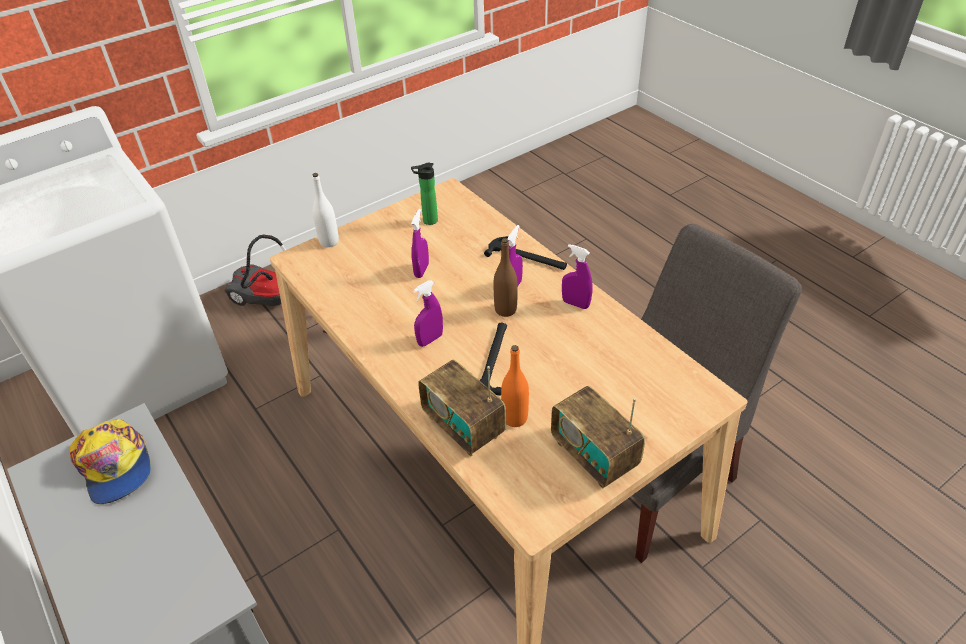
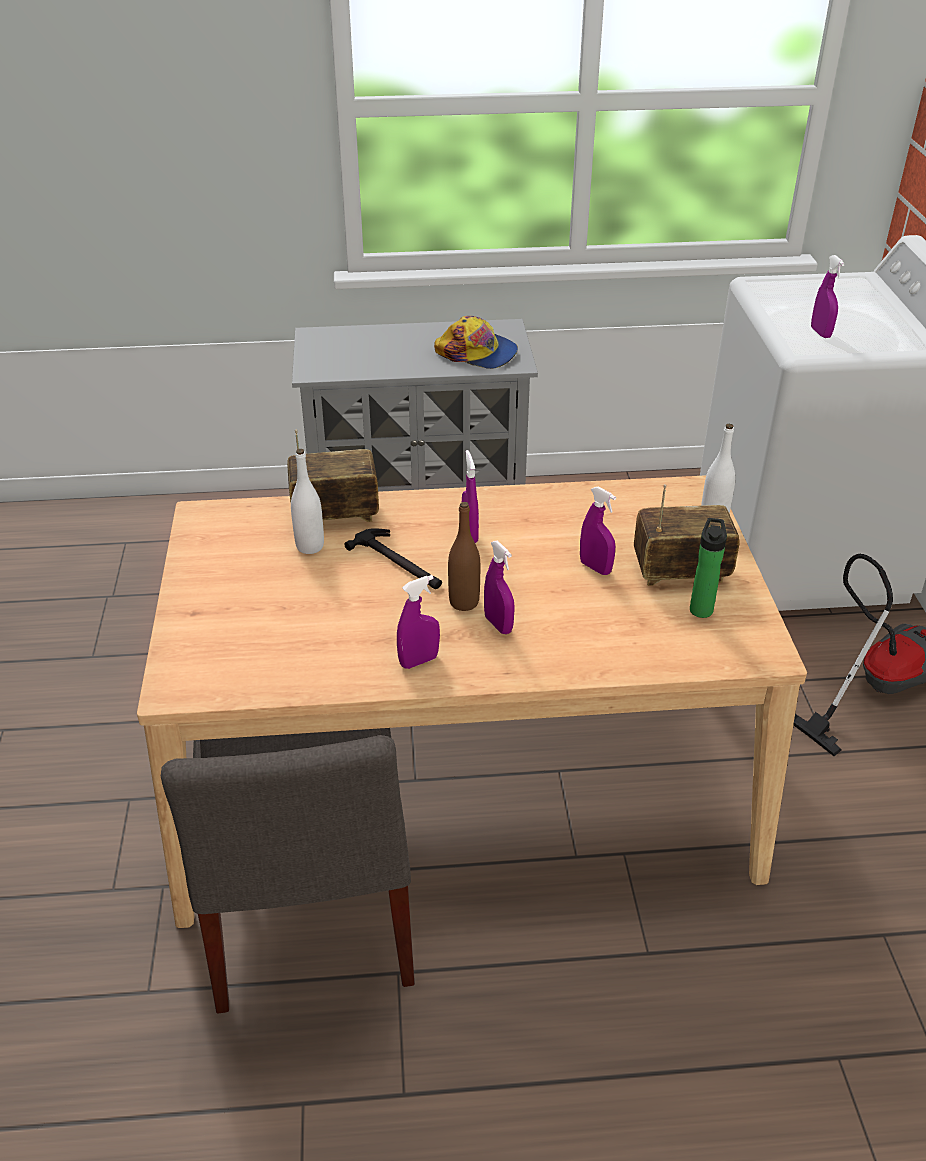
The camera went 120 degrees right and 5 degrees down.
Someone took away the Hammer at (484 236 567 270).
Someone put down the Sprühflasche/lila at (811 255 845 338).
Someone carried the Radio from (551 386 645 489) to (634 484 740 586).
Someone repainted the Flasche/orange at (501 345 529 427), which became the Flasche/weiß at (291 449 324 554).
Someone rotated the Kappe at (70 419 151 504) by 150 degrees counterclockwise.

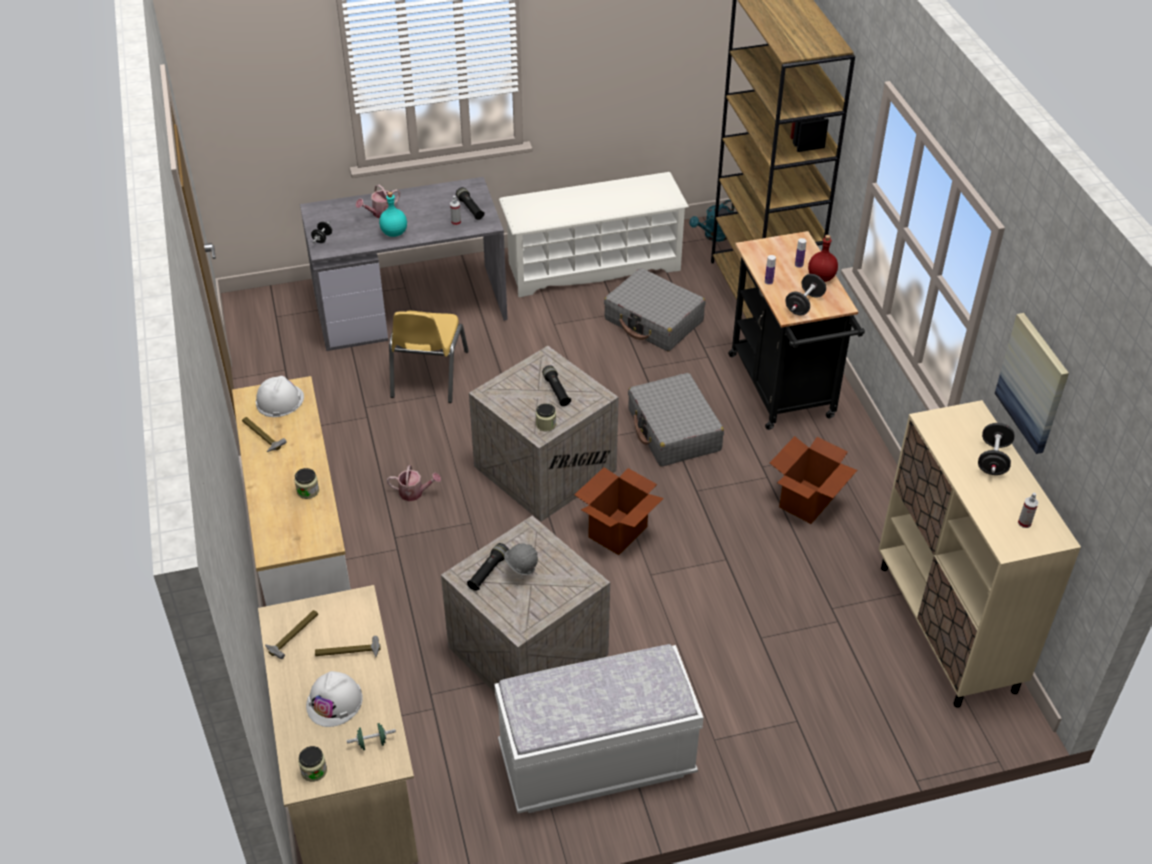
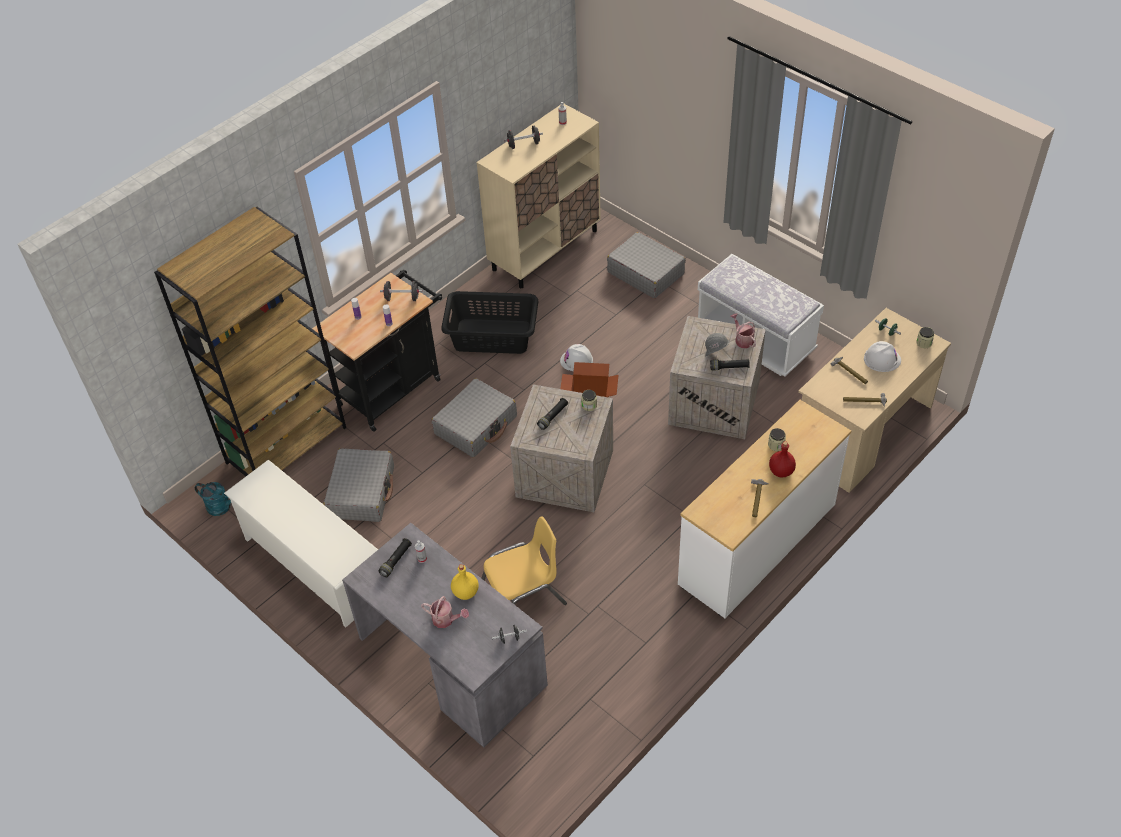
The camera went 120 degrees left and 5 degrees up.
Someone took away the Bild at (995 313 1069 454).
Someone put down the Koffer/grau at (607 232 686 298).
Someone carried the Schutzhelm/weiß from (256 376 304 417) to (560 344 593 371).
Someone carried the Gießkanne from (387 465 441 501) to (731 313 756 348).
Someone carried the Flasche/rot from (808 235 838 282) to (769 441 796 477).
Someone swapped the Karton at (770 436 857 524) for the Wäschekorb/schwarz at (441 291 538 354).
Someone repainted the Flasche/türkis at (379 192 407 237), which became the Flasche/gelb at (451 564 479 600).

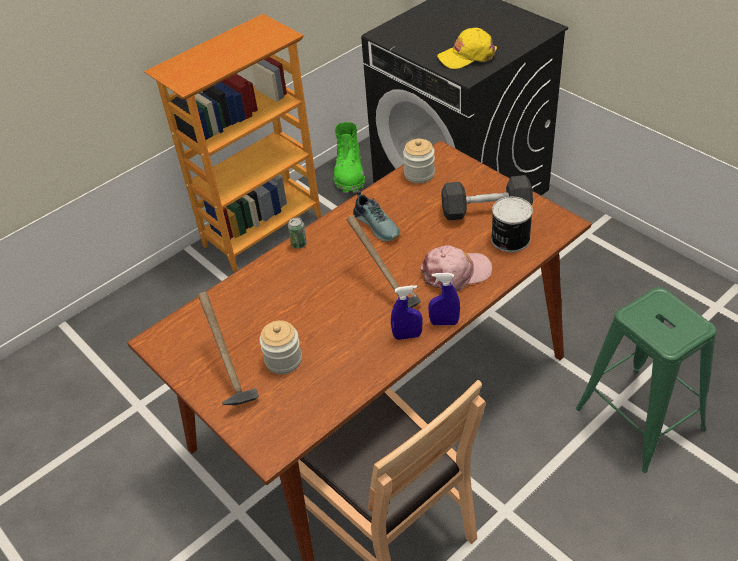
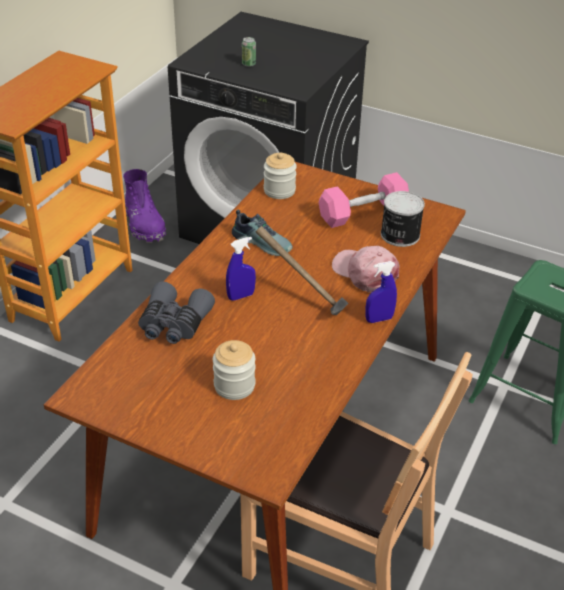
The camera went 25 degrees left and 5 degrees down.
Someone took away the Hammer at (198 292 259 405).
Someone took away the Kappe/gelb at (437 28 497 69).
Someone put down the Fernglas/grau at (138 282 215 344).
Someone carried the Dose from (288 217 307 249) to (242 37 256 67).
Someone carried the Sprühflasche/blau from (391 285 423 340) to (226 237 256 301).
Someone repainted the Stiefel/grün at (334 122 365 193), which became the Stiefel/lila at (123 169 166 243).
Someone repainted the Hantel/grau at (441 175 533 221), which became the Hantel/rosa at (319 172 409 228).
Someone rotated the Kappe/rosa at (420 245 492 292) by 90 degrees counterclockwise.

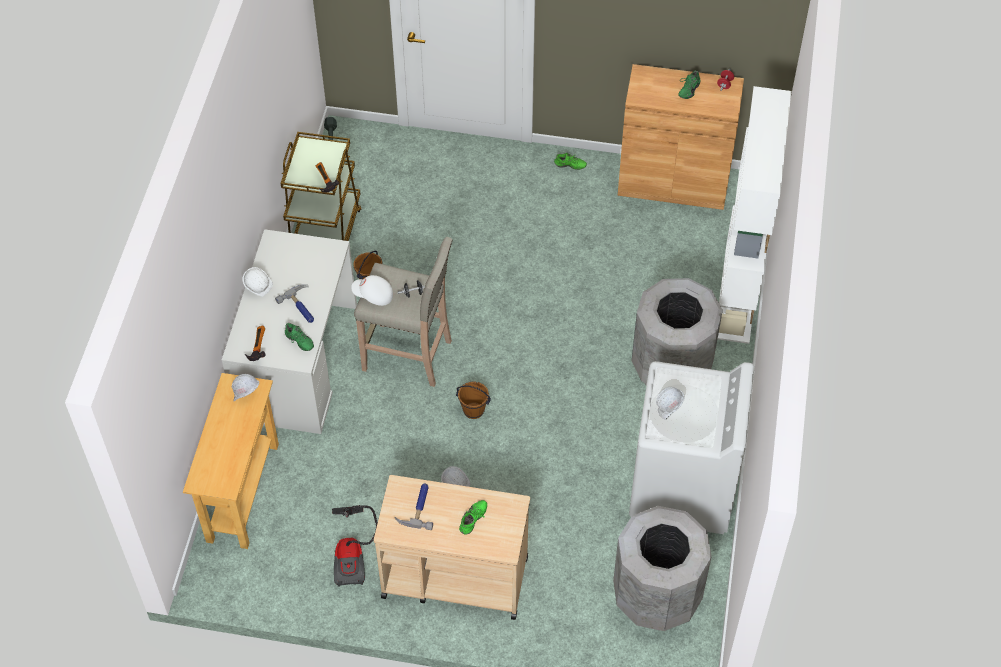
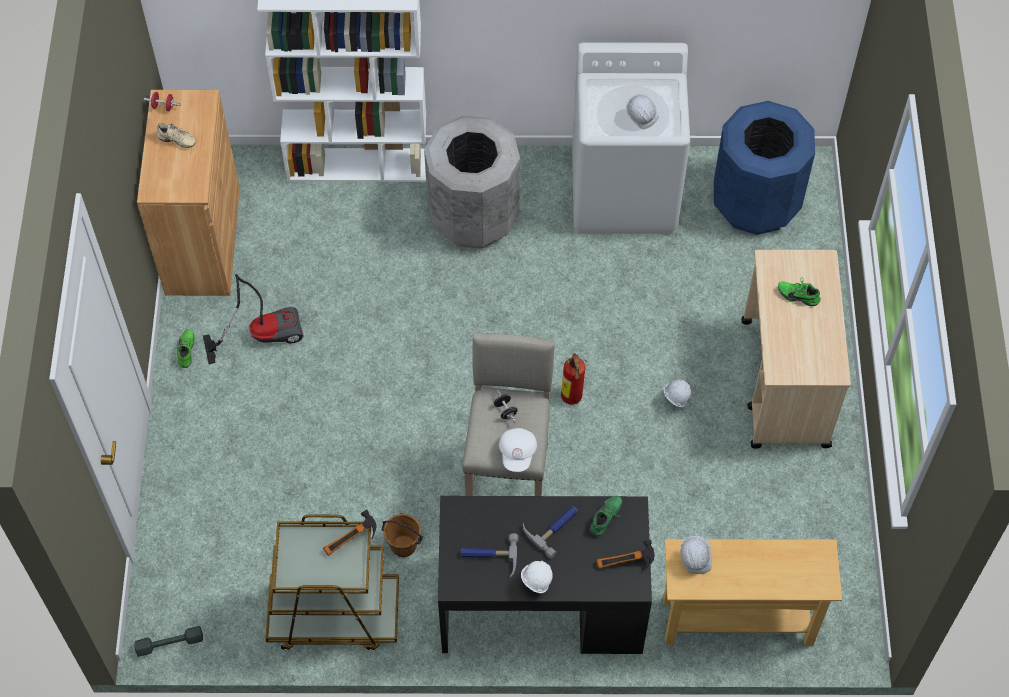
The camera went 100 degrees left and 5 degrees up.
Someone carried the Staubsauger from (332 505 378 587) to (203 274 304 364).
Someone carried the Hammer from (395 484 433 530) to (460 533 519 578).
Someone swapped the Eimer/braun at (456 381 491 419) for the Feuerlöscher at (561 353 586 405).
Someone repainted the Schreibtisch/weiß at (222 229 357 434), which became the Schreibtisch/schwarz at (438 496 652 654).
Someone repainted the Mülleimer/grau at (613 506 712 631), which became the Mülleimer/blau at (714 101 815 235).
Someone repainted the Schuh/grün at (678 70 701 99), which became the Schuh/beige at (156 123 196 148).

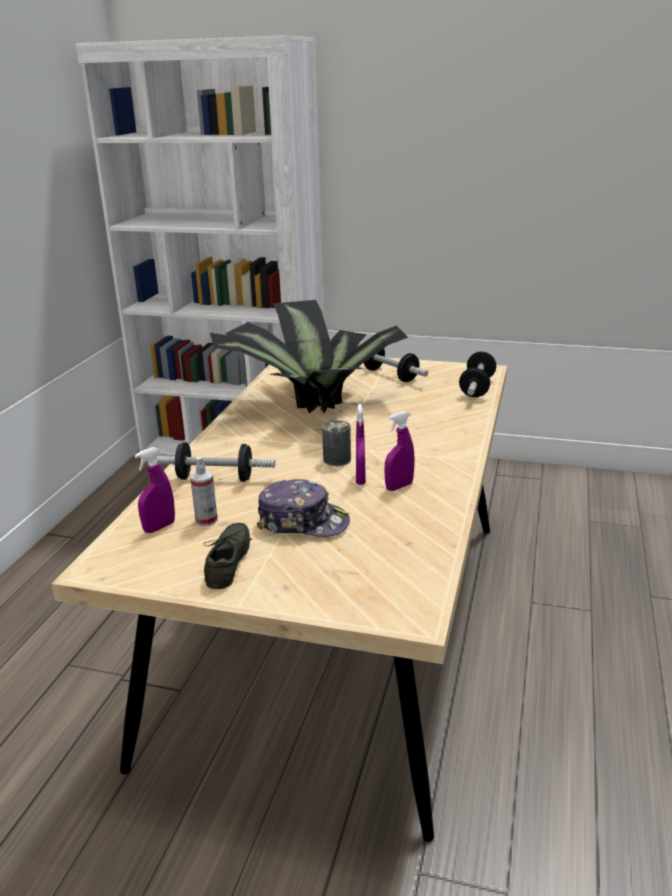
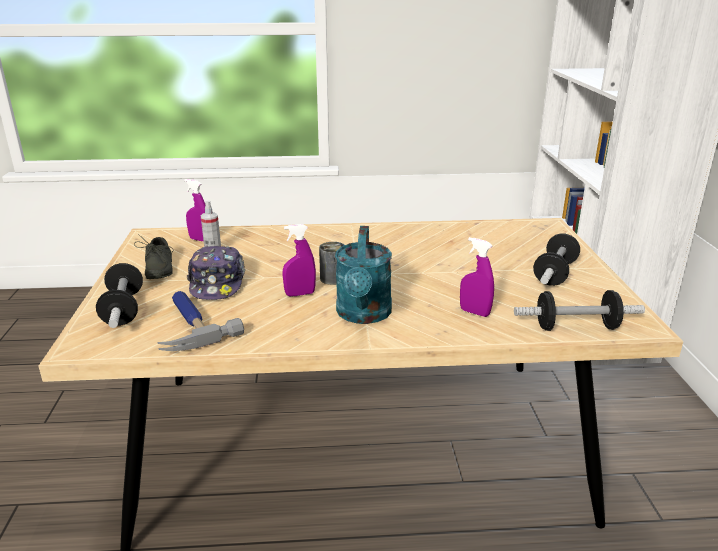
The camera went 70 degrees right and 0 degrees up.
Someone took away the Topfpflanze at (210 300 408 414).
Someone put down the Hammer at (157 291 244 351).
Someone put down the Gießkanne/türkis at (335 226 392 324).
Someone carried the Hantel from (157 442 275 482) to (96 263 143 328).
Someone carried the Sprühflasche/lila from (384 411 415 491) to (460 237 494 317).
Someone rotated the Schuh/grau at (203 523 252 589) by 90 degrees clockwise.

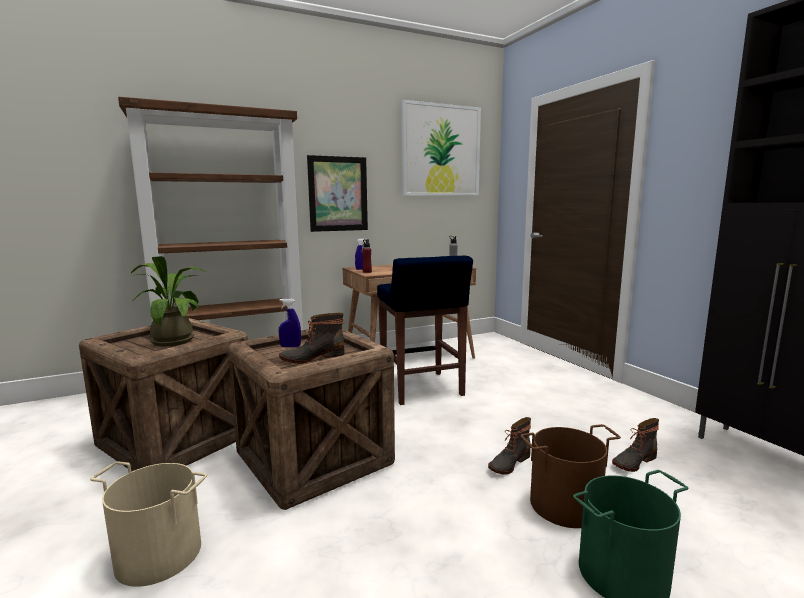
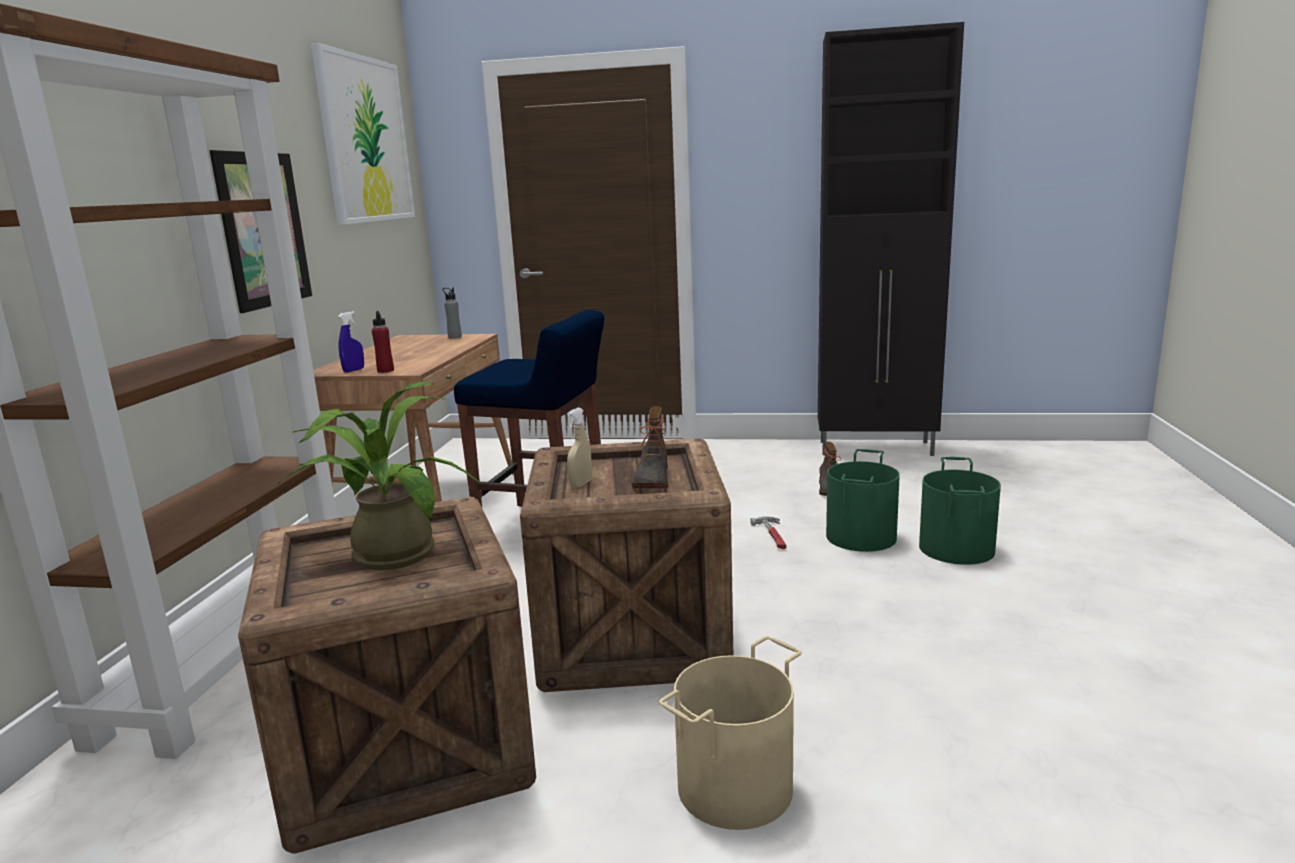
The camera went 55 degrees left and 5 degrees up.
Someone swapped the Stiefel at (488 417 531 475) for the Hammer at (750 516 786 549).
Someone repainted the Sprühflasche/blau at (279 299 301 347), which became the Sprühflasche/beige at (567 408 592 488).
Someone repainted the Eimer/braun at (521 424 621 528), which became the Eimer/grün at (826 449 900 552).

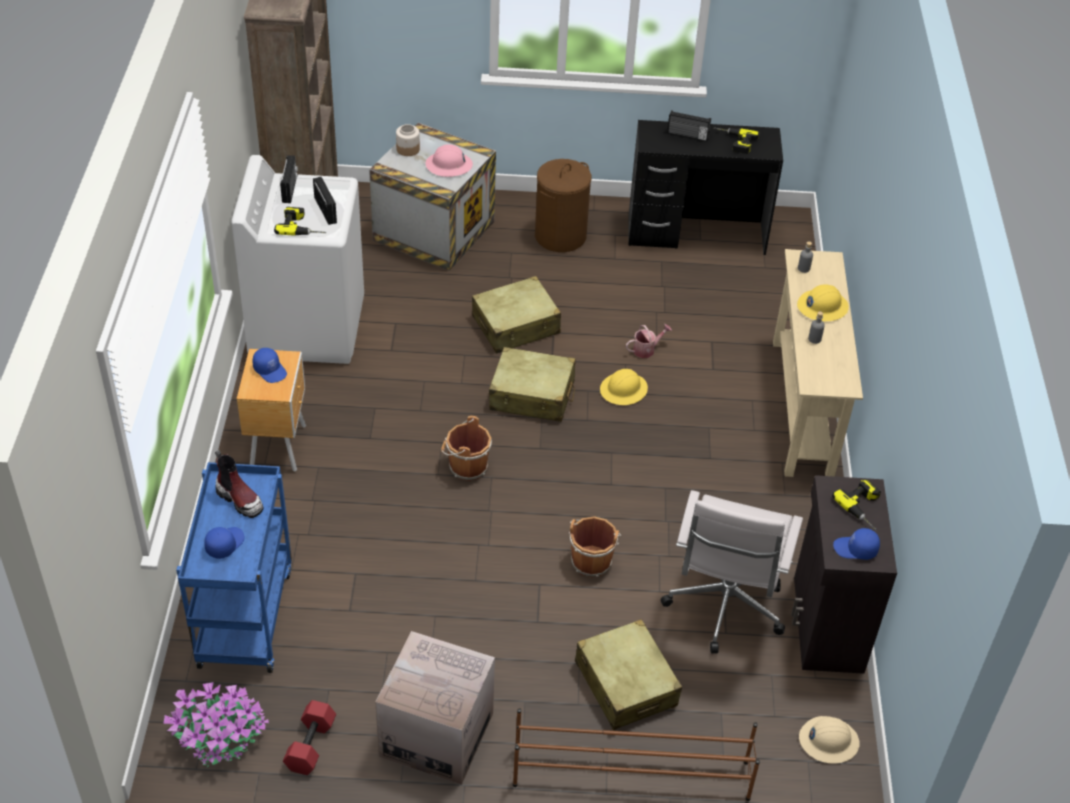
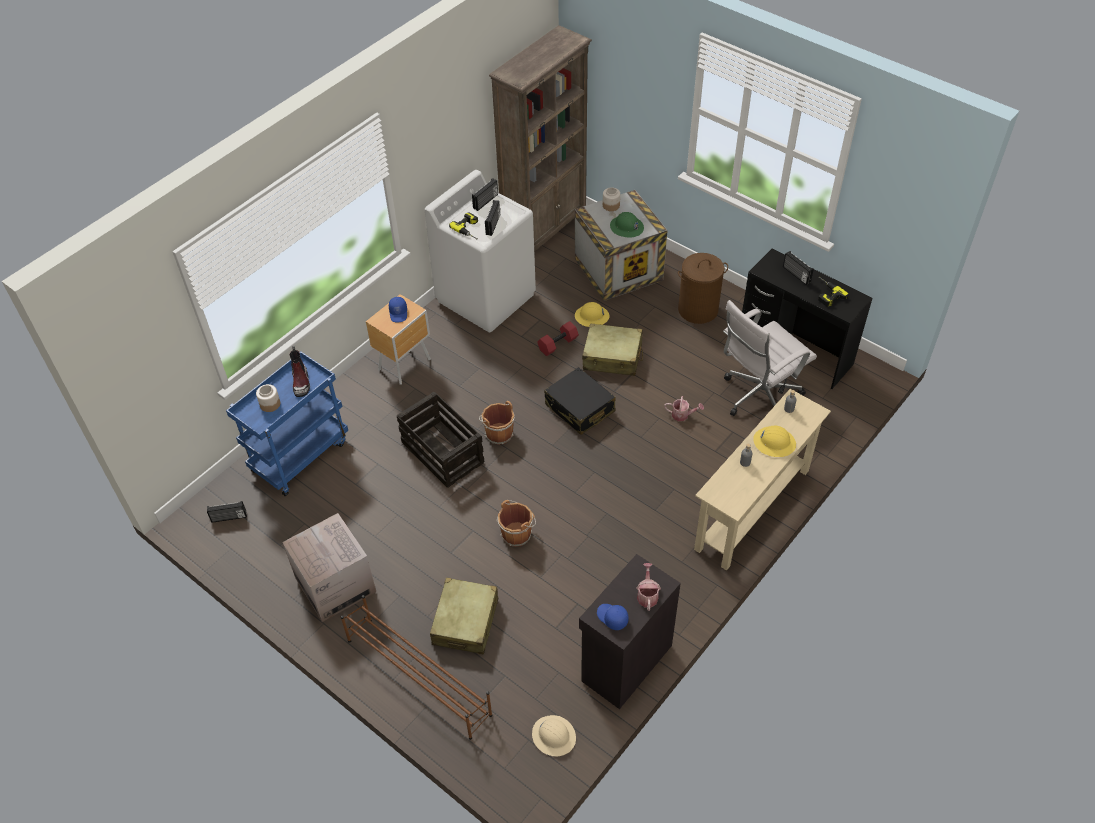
The camera went 40 degrees right and 5 degrees up.
Someone put down the Kiste at (397 392 484 487).
Someone carried the Hantel/rot from (283 700 336 775) to (537 321 579 356).
Someone carried the Schutzhelm/gelb from (600 369 648 405) to (575 302 610 327).
Someone carried the Bürostuhl/weiß from (661 490 803 654) to (723 300 817 416).
Someone swapped the Topfpflanze at (163 682 269 767) for the Radio at (207 501 247 523).
Someone swapped the Kappe/blau at (204 527 244 559) for the Vorratsglas at (256 384 280 412).
Someone swapped the Bohrmaschine at (832 479 881 530) for the Gießkanne at (637 563 661 611).
Someone repainted the Schutzhelm/rosa at (426 144 473 177), which became the Schutzhelm/grün at (610 212 644 237).
Someone repainted the Koffer/beige at (489 347 575 422), which became the Koffer/schwarz at (544 367 616 435).

